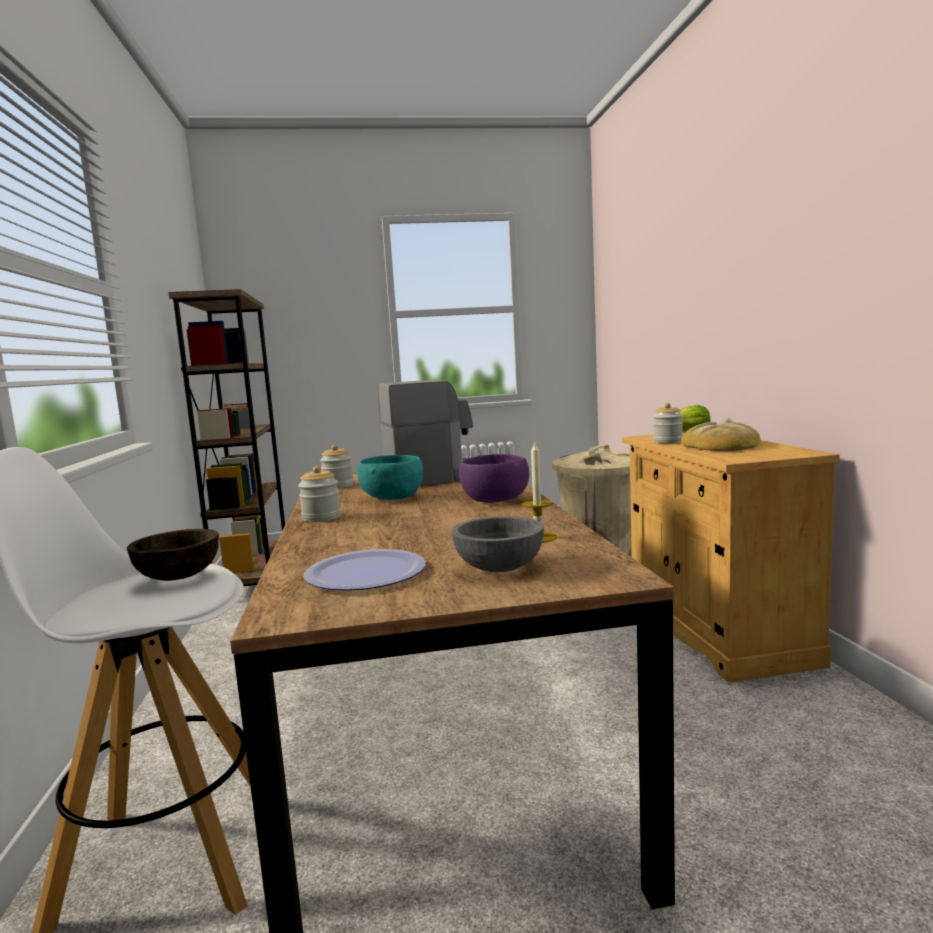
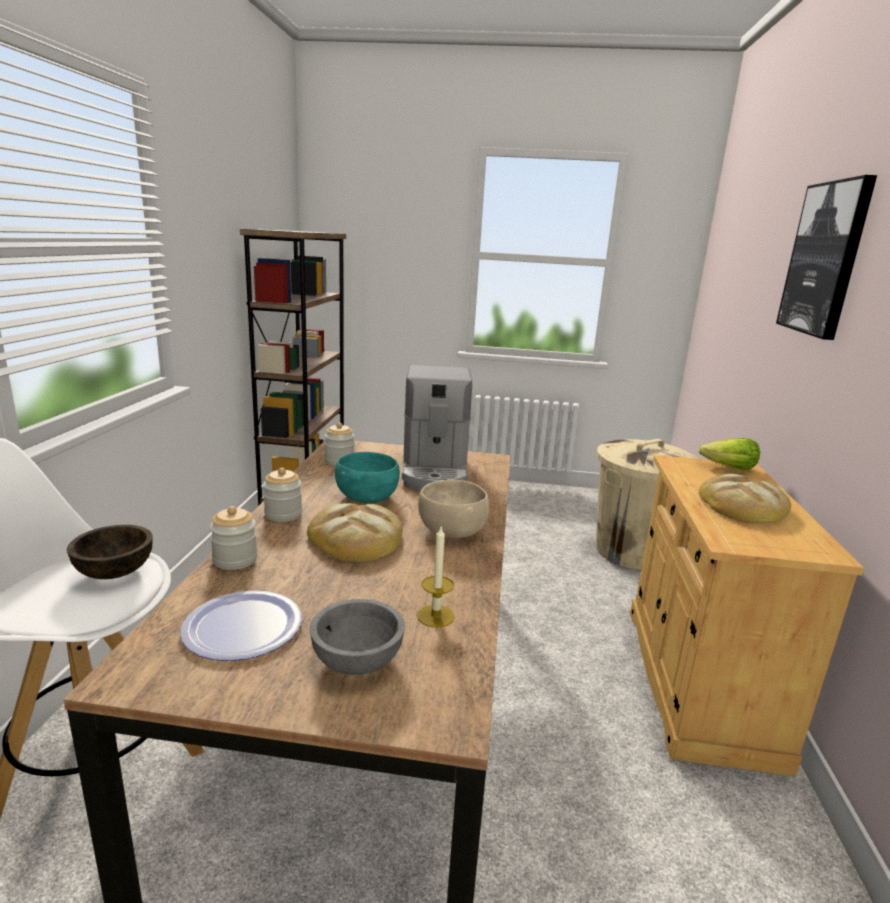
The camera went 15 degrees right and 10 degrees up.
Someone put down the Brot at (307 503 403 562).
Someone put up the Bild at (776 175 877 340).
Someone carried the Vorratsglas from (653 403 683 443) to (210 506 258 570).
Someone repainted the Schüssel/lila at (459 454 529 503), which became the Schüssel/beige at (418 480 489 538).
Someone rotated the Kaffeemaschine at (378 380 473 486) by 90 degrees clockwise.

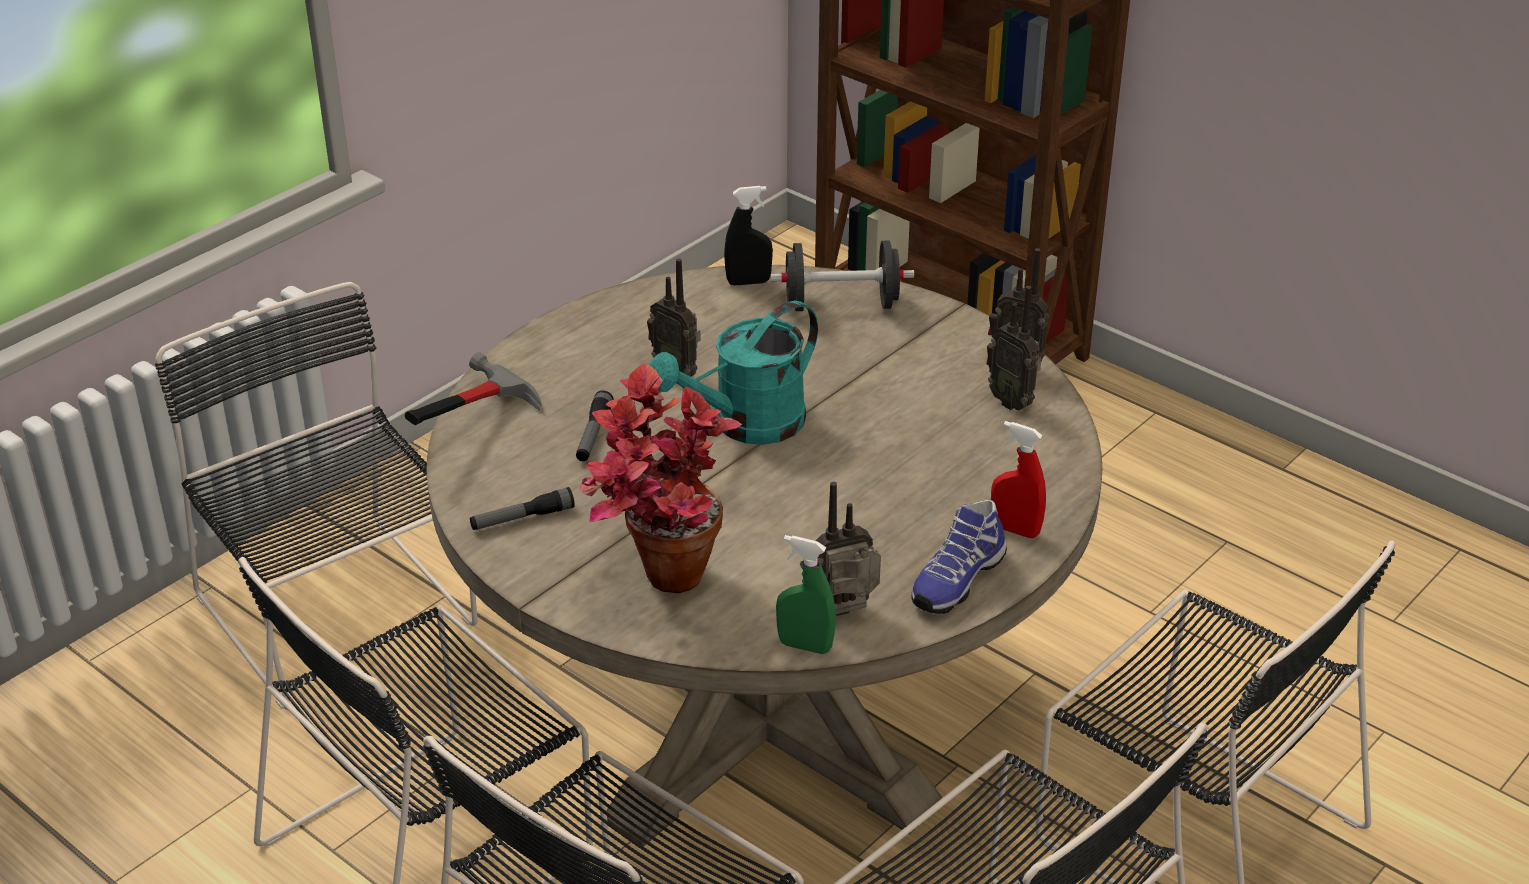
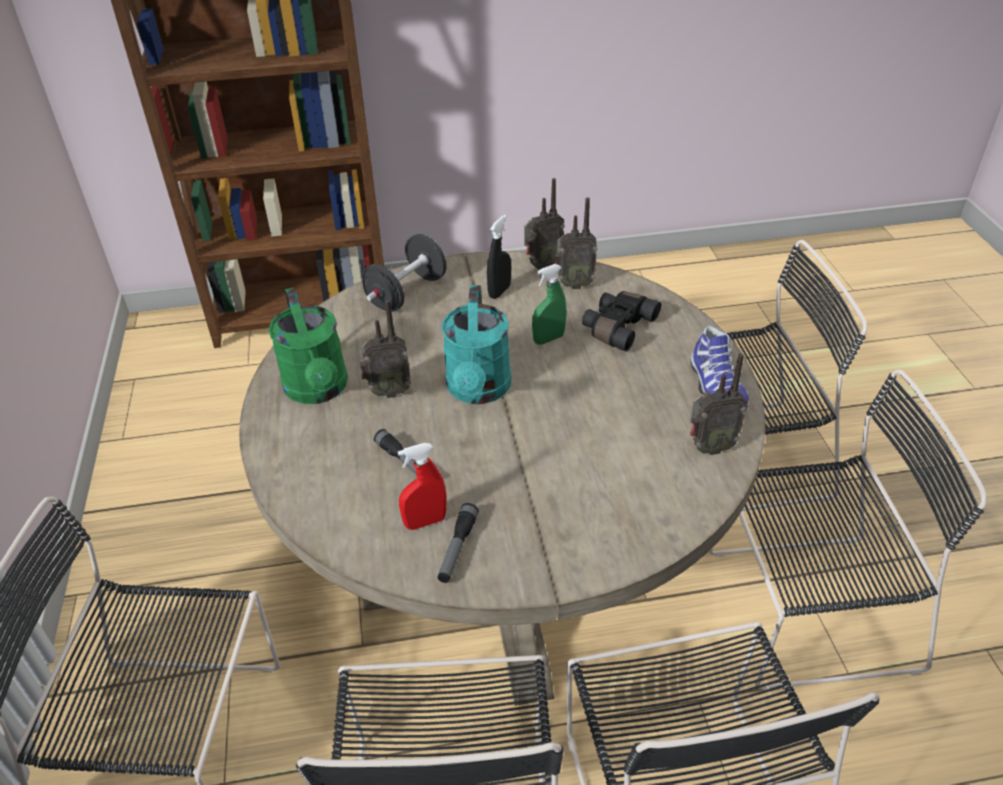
The camera went 50 degrees left and 5 degrees up.
Someone took away the Hammer at (404 352 542 425).
Someone took away the Topfpflanze at (580 364 742 593).
Someone put down the Gießkanne/grün at (269 287 348 404).
Someone put down the Fernglas/schwarz at (582 291 661 352).
Someone carried the Sprühflasche/schwarz from (724 186 773 285) to (487 215 511 299).
Someone carried the Sprühflasche/grün from (776 535 836 654) to (532 264 567 344).
Someone carried the Sprühflasche/rot from (991 421 1046 538) to (398 443 447 530).
Someone rotated the Radio at (816 482 881 616) by 120 degrees counterclockwise.

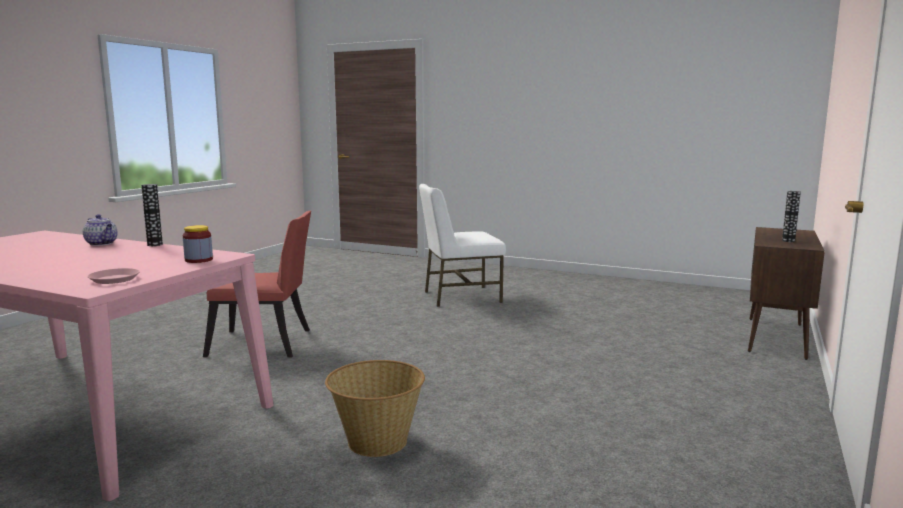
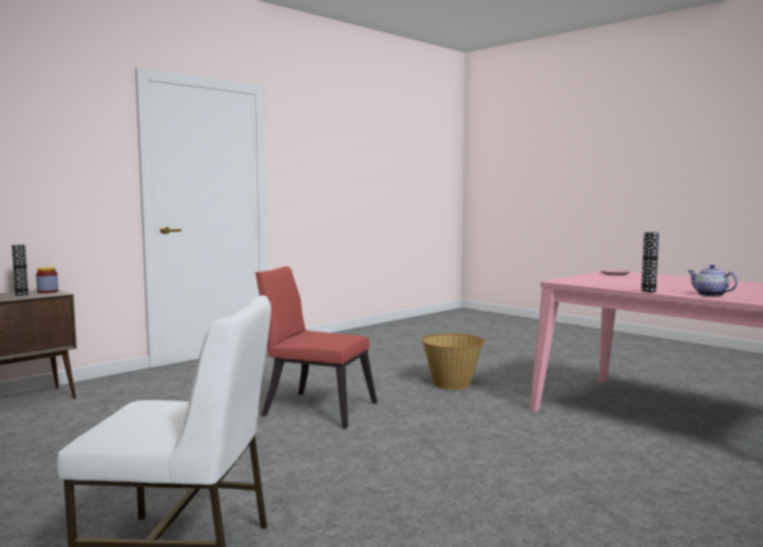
The camera went 160 degrees left and 5 degrees down.
Someone carried the Vorratsglas from (183 225 213 263) to (36 267 58 293).
Someone carried the Stuhl/rot from (203 211 311 358) to (255 266 378 428).

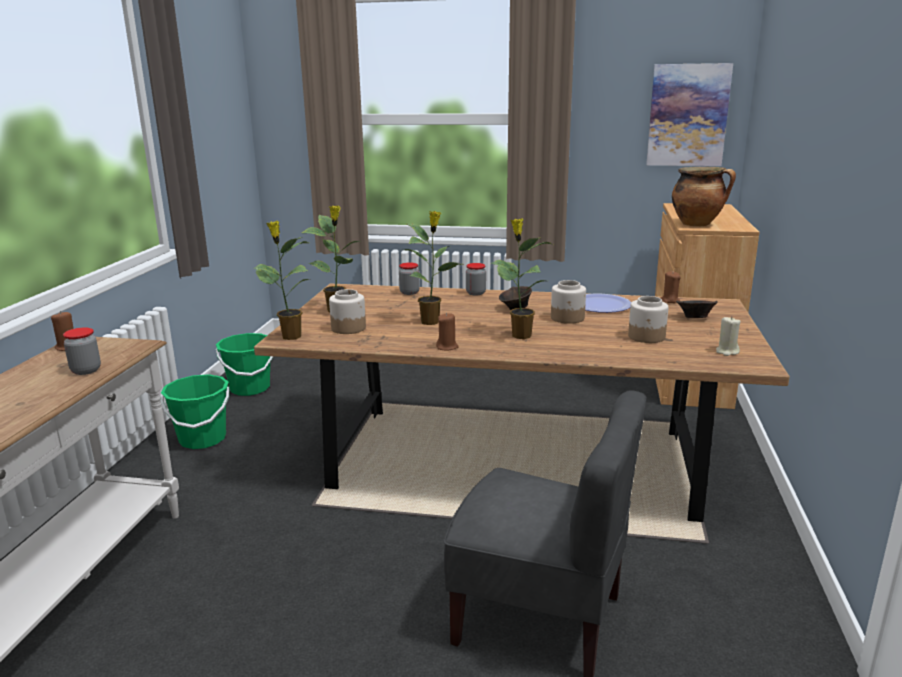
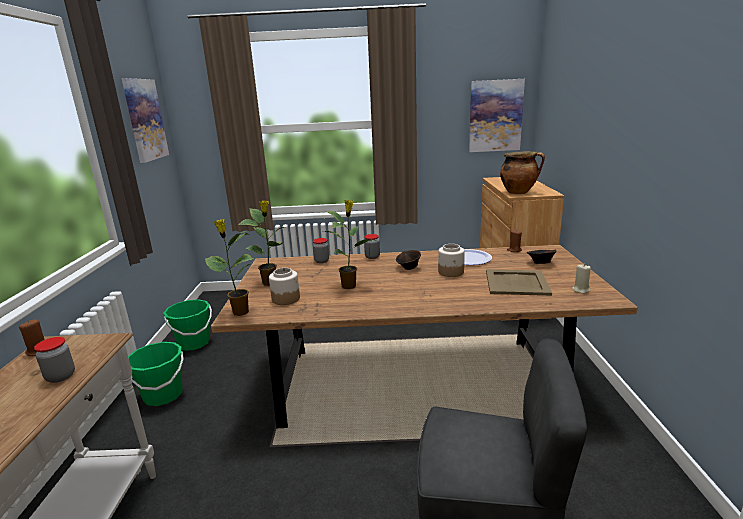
The camera went 10 degrees left and 0 degrees up.
Someone took away the Kerze/braun at (436 313 459 351).
Someone took away the Topfpflanze at (491 219 551 339).
Someone put up the Bild at (122 78 169 163).
Someone swapped the Vorratsglas at (628 296 668 343) for the Tablett/beige at (486 269 552 296).

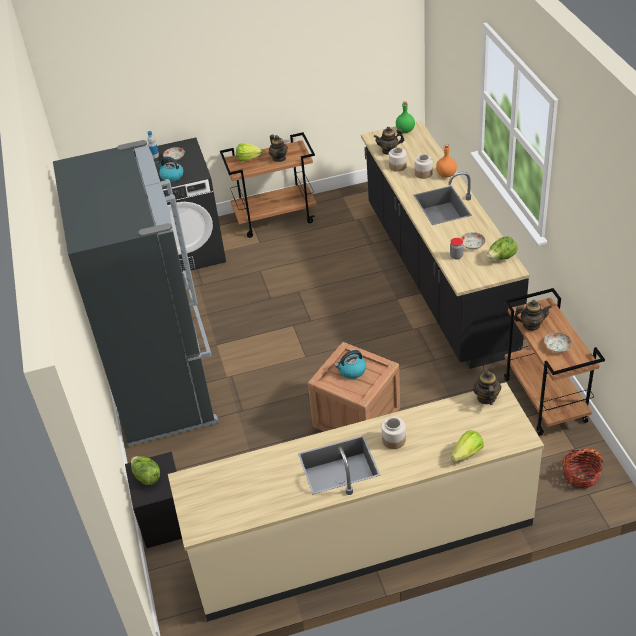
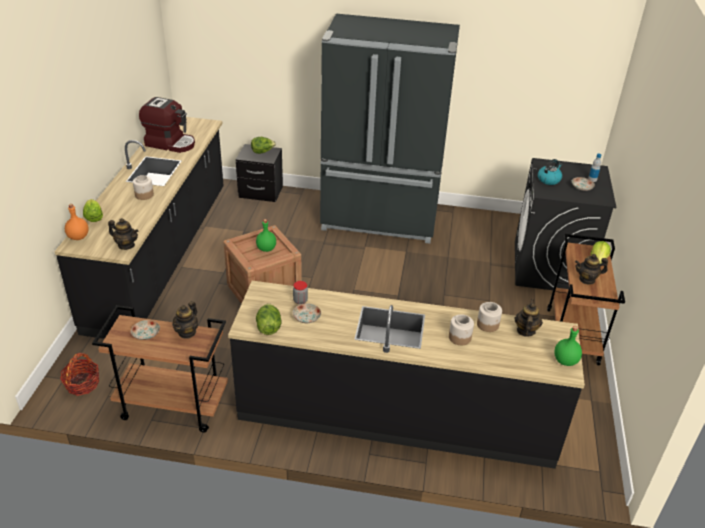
The camera went 110 degrees right and 5 degrees down.
Someone put down the Kaffeemaschine at (139 97 195 153).
Someone carried the Flasche/orange from (436 144 457 178) to (65 204 89 240).
Someone swapped the Wasserkessel at (335 350 366 379) for the Flasche/grün at (256 219 276 252).
Someone repainted the Küchenzeile/beige at (168 382 544 622), which became the Küchenzeile/schwarz at (55 117 224 339).

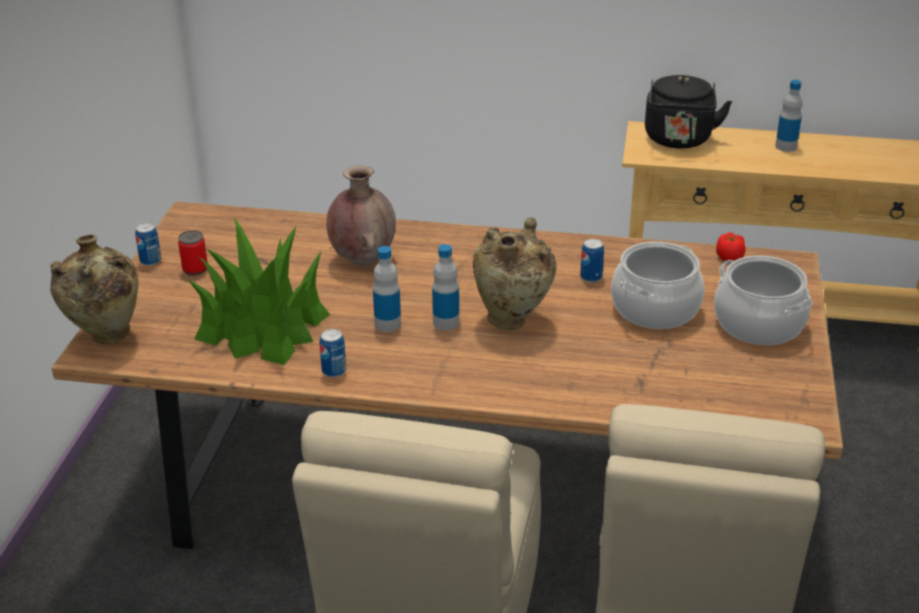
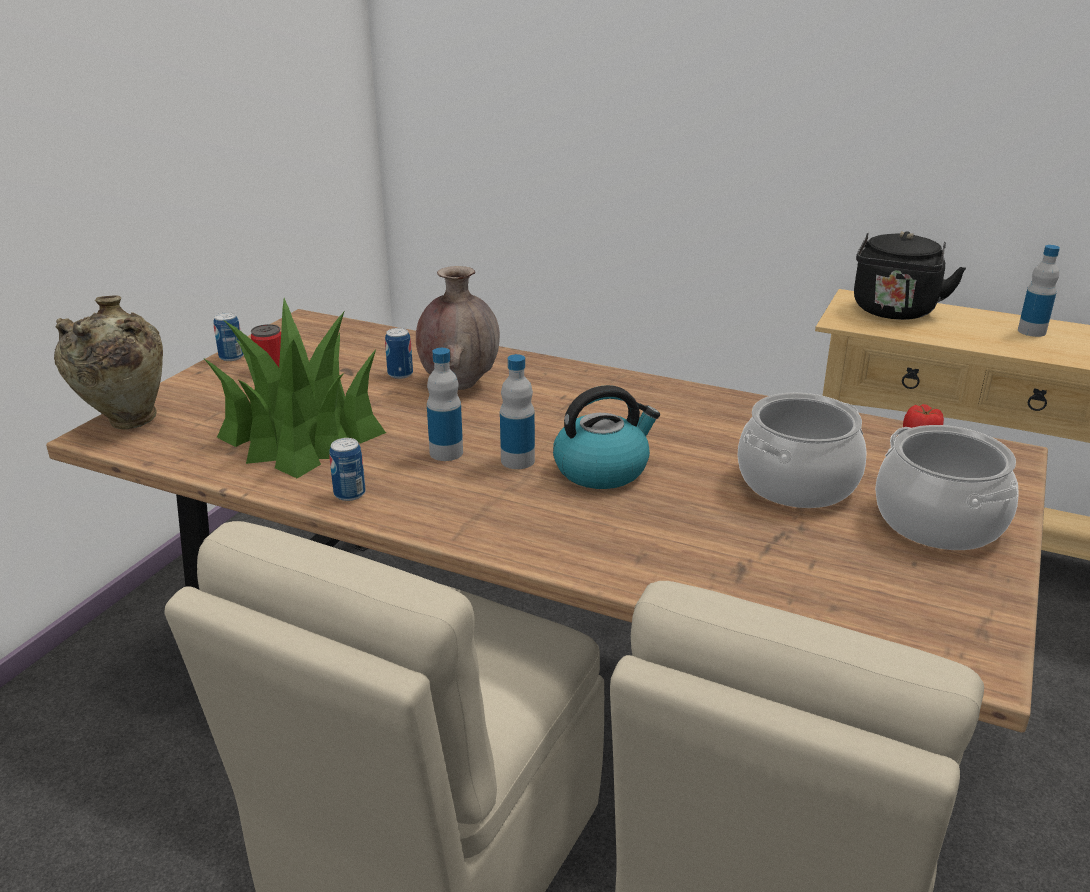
The camera went 15 degrees right and 5 degrees down.
Someone carried the Dose from (580 239 604 283) to (385 328 413 379).
Someone swapped the Vase/beige at (473 218 557 330) for the Wasserkessel at (553 385 660 489).

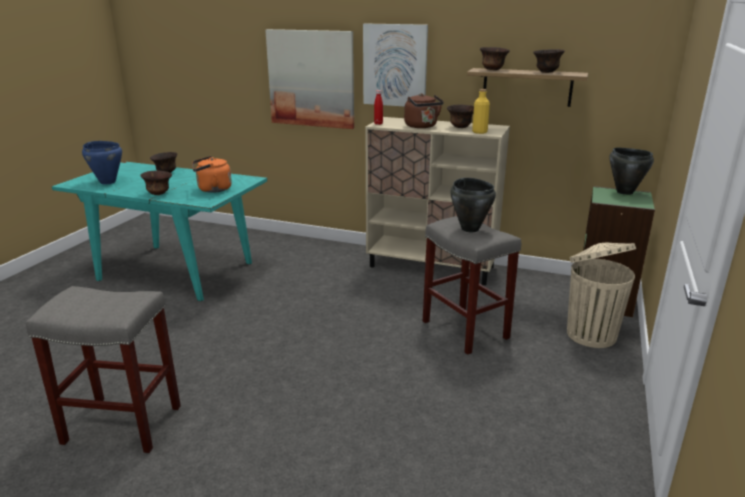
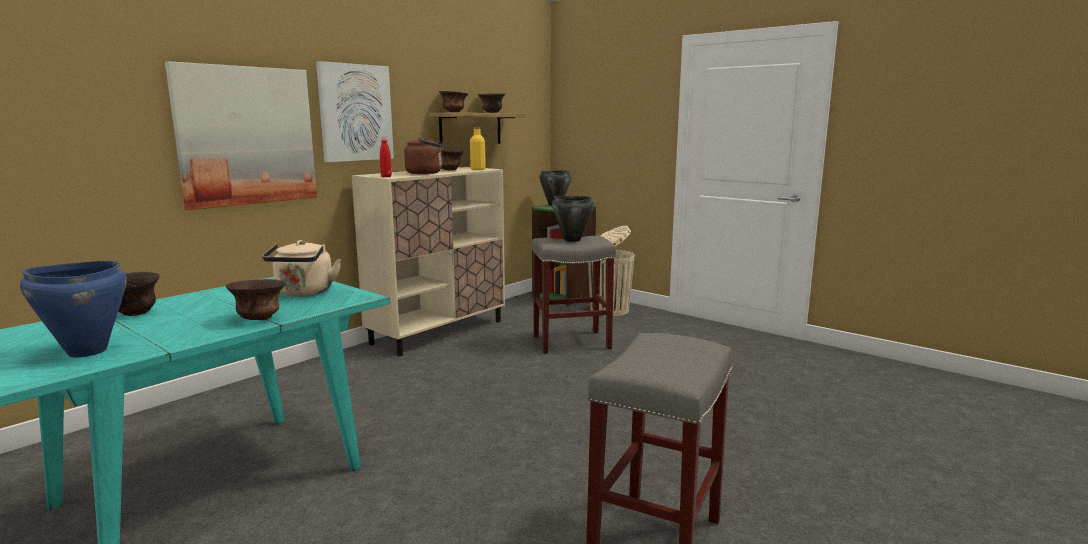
The camera went 70 degrees left and 10 degrees down.
Someone repainted the Wasserkessel/orange at (192 156 232 193), which became the Wasserkessel/beige at (262 240 341 297).

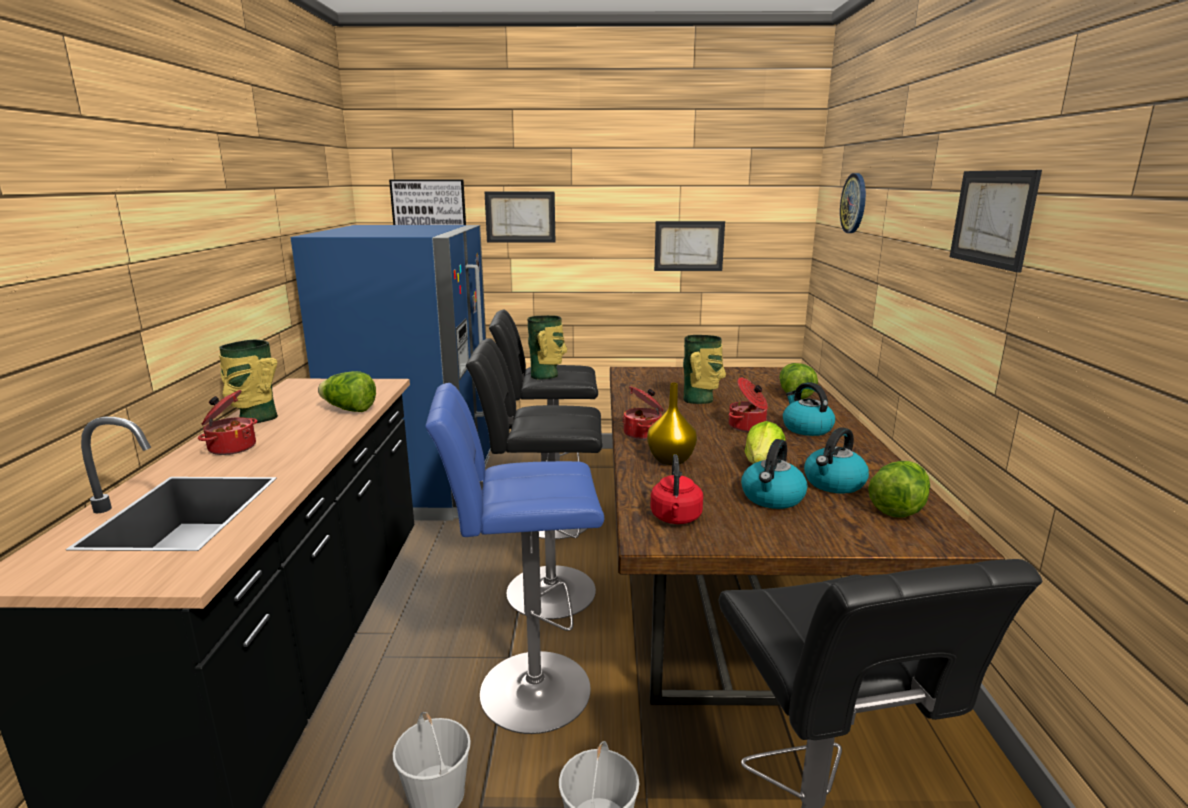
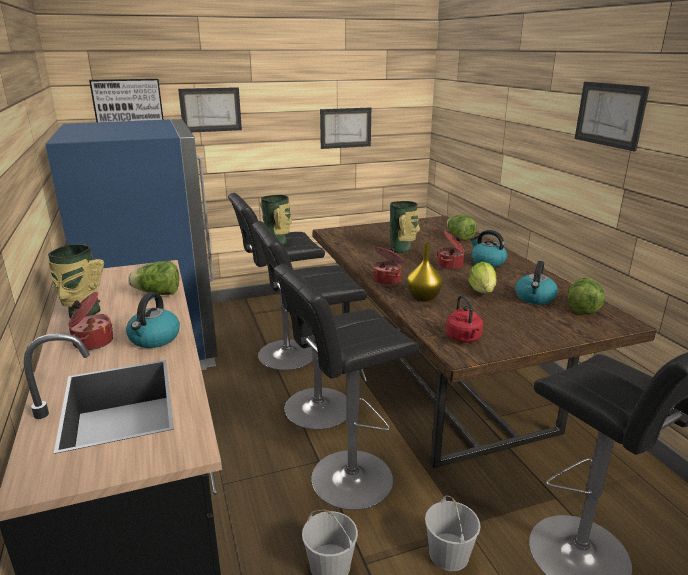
The camera went 20 degrees left and 5 degrees up.
Someone took away the Wanduhr at (840 173 866 233).
Someone carried the Wasserkessel from (741 439 807 509) to (126 292 180 348).
Someone repainted the Hocker/blau at (425 383 604 734), which became the Hocker/schwarz at (274 264 419 510).

